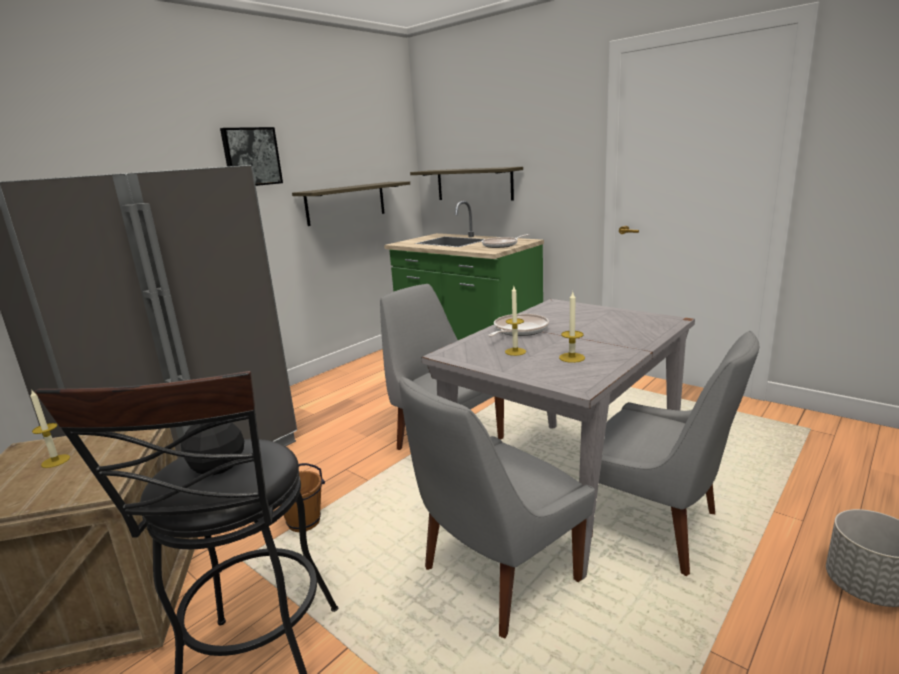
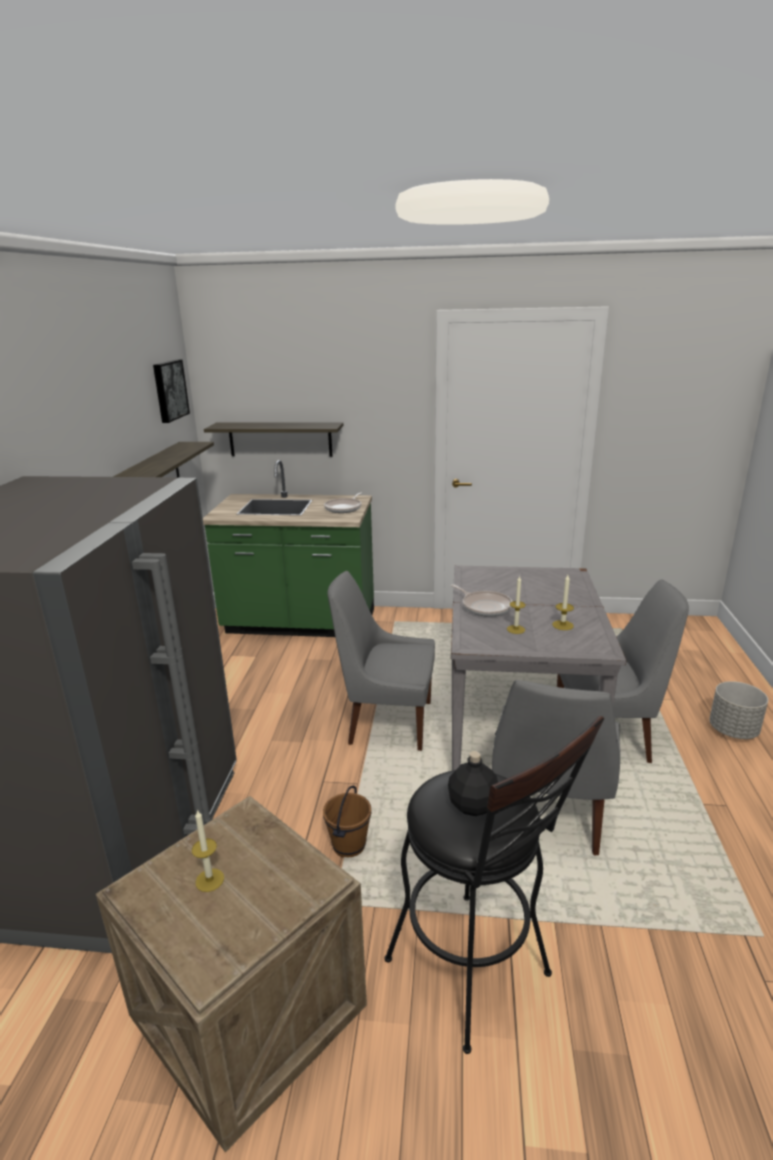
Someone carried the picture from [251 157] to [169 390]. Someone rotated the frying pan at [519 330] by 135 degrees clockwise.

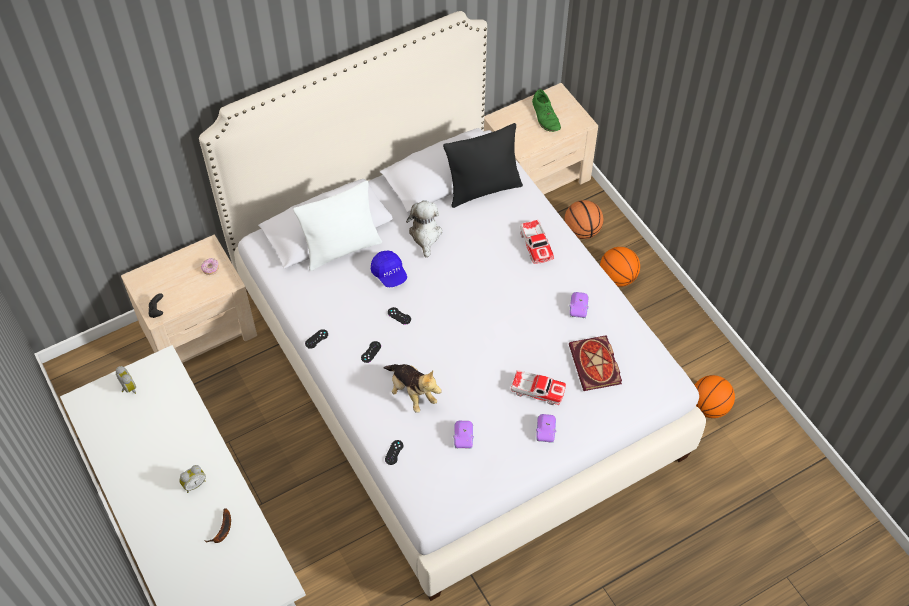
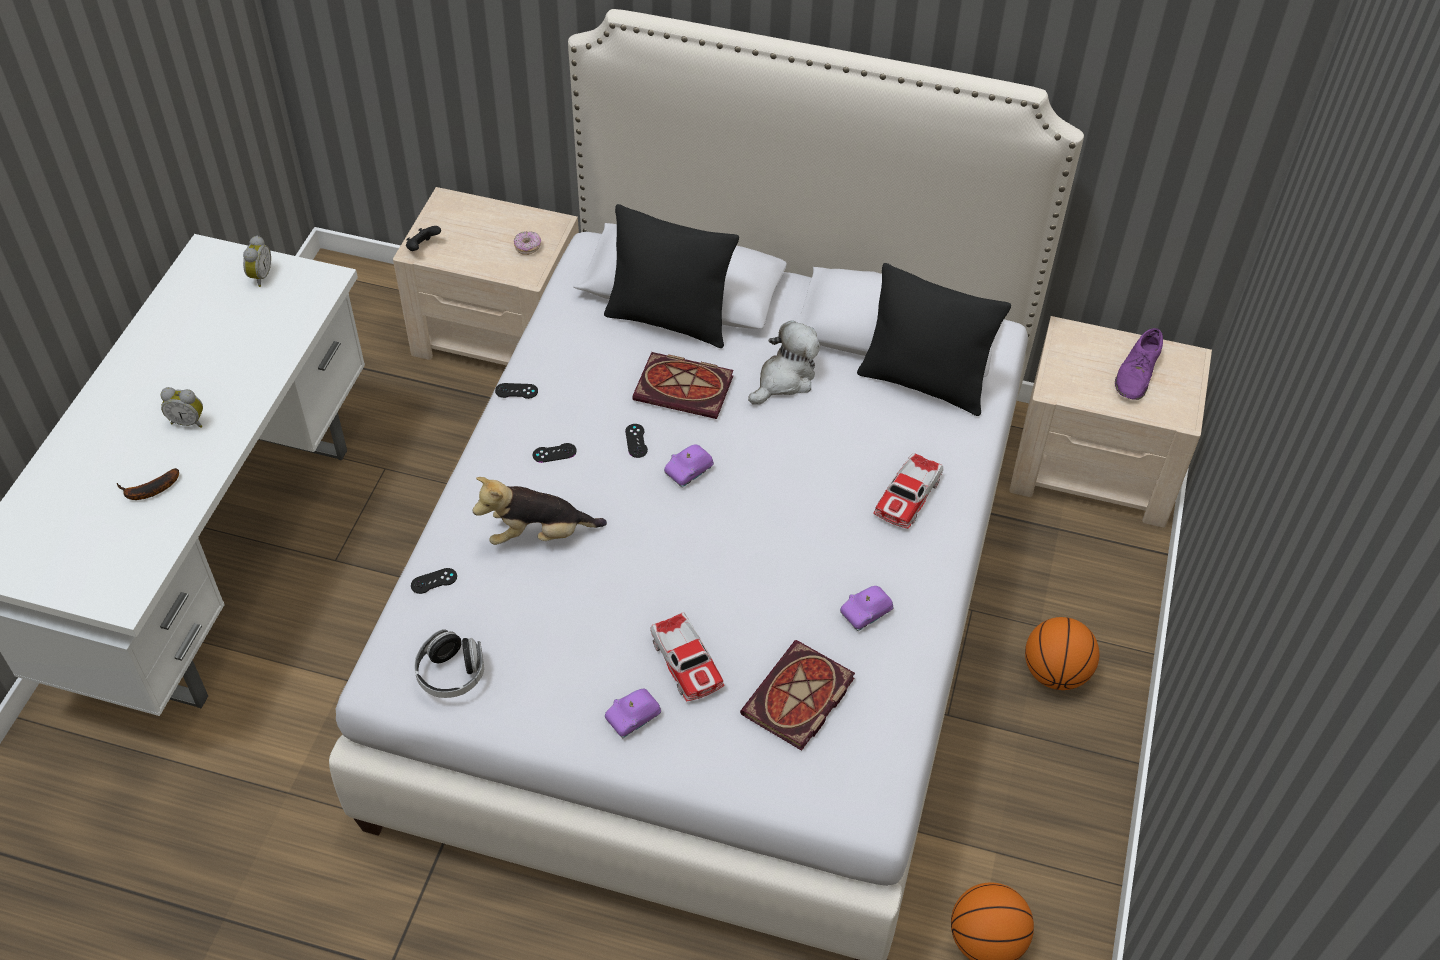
Someone repainted the white pillow at [342 249], which became the black pillow at [669 320]. Someone swapped the blue cap at [389 274] for the book at [686 388]. Someone rotated the plush toy at [411 392] by 75 degrees clockwise. Someone carried the purple toy car from [464 437] to [689 471]. Someone repainted the green shoe at [545 116], which became the purple shoe at [1137 373]. Someone took away the basketball at [582 231]. Someone put down the headphones at [451 674].

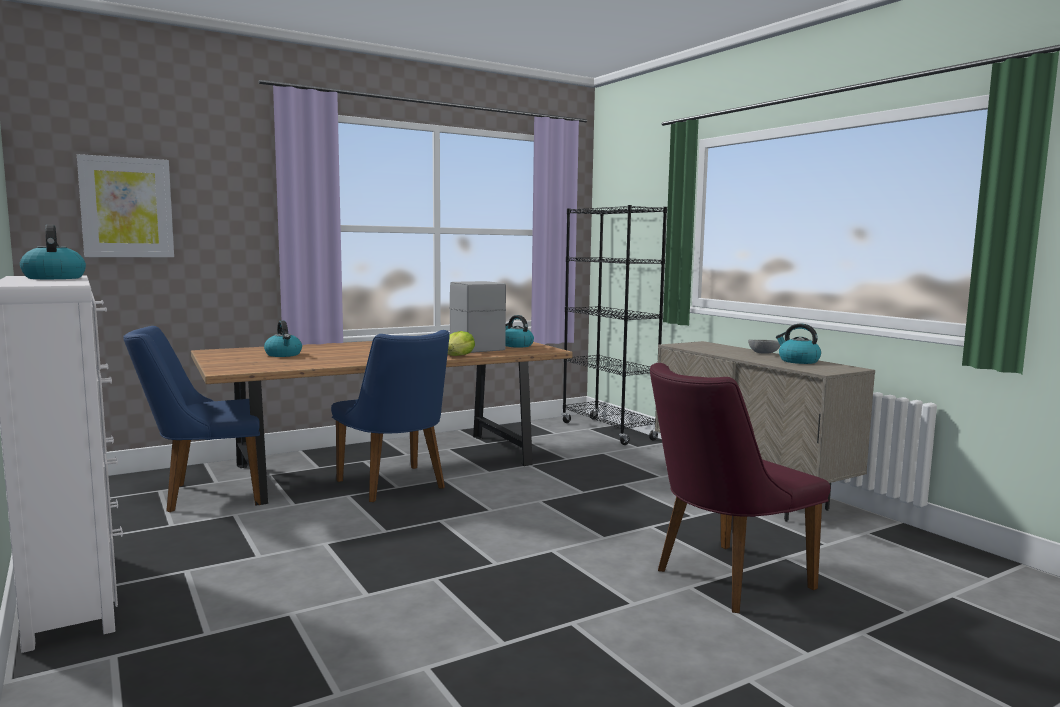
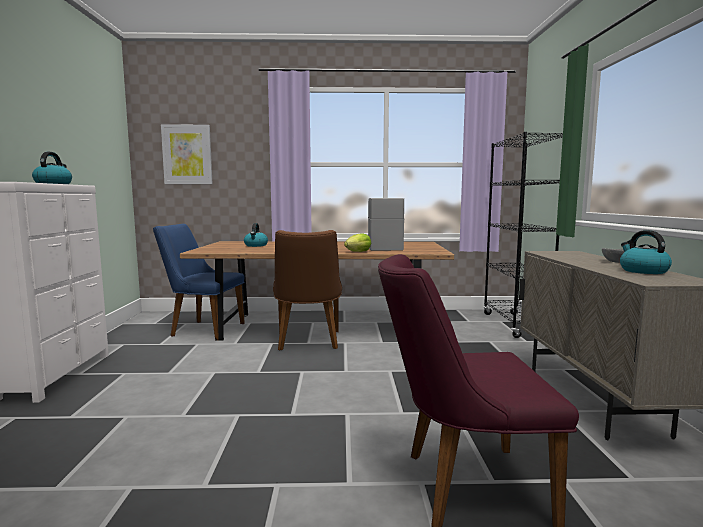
Someone repainted the blue chair at [396 486], which became the brown chair at [308 342]. Someone took away the kettle at [517 345].

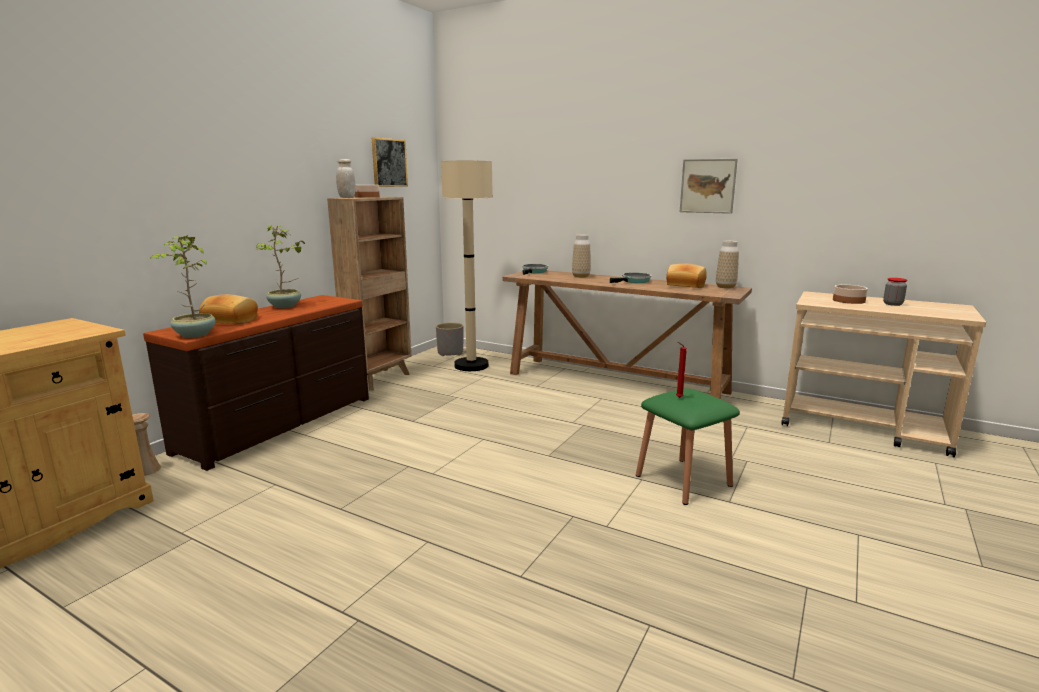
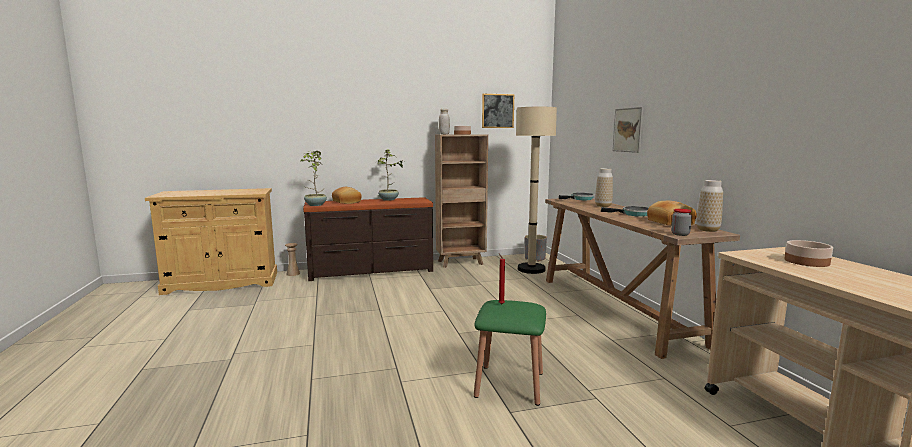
Someone carried the picture from [707 186] to [628 130]. Someone carried the jar from [892 304] to [680 234].

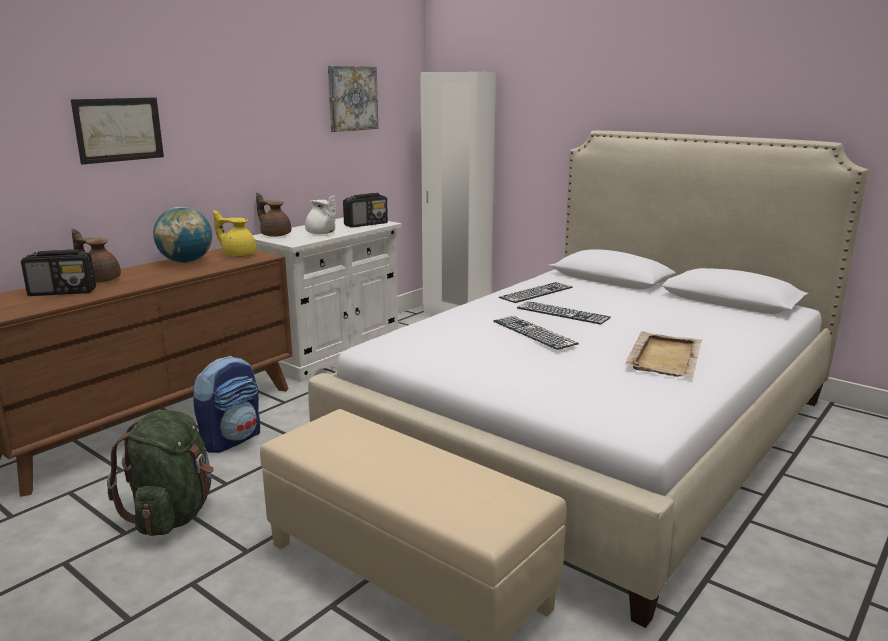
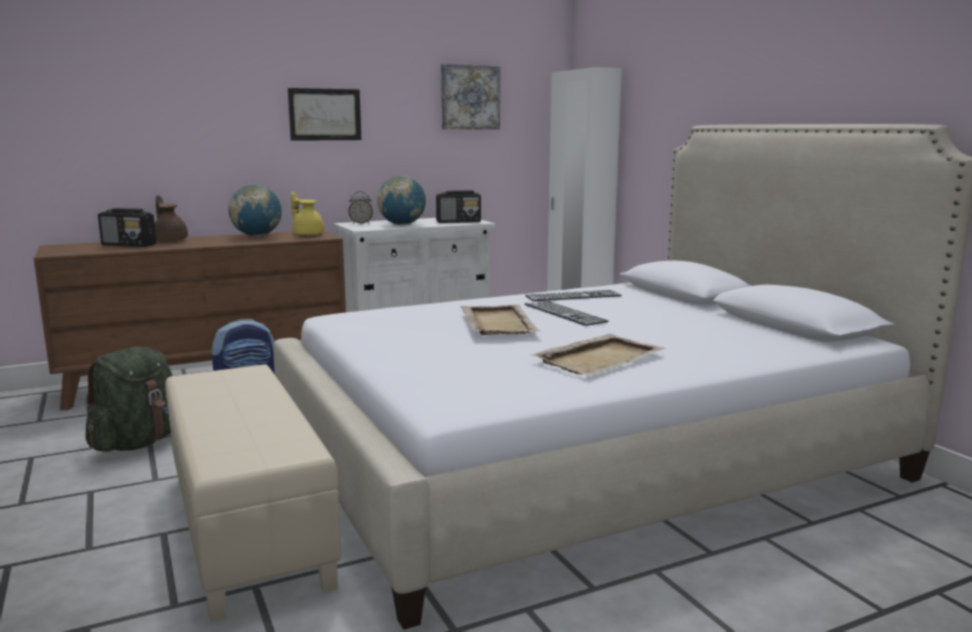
Someone carried the picture from [119 129] to [325 114]. Someone swapped the brown teapot at [275 235] for the alarm clock at [361 223]. Someone swapped the white teapot at [321 233] for the globe at [402 225]. Someone swapped the keyboard at [533 332] for the beige tray at [498 322].

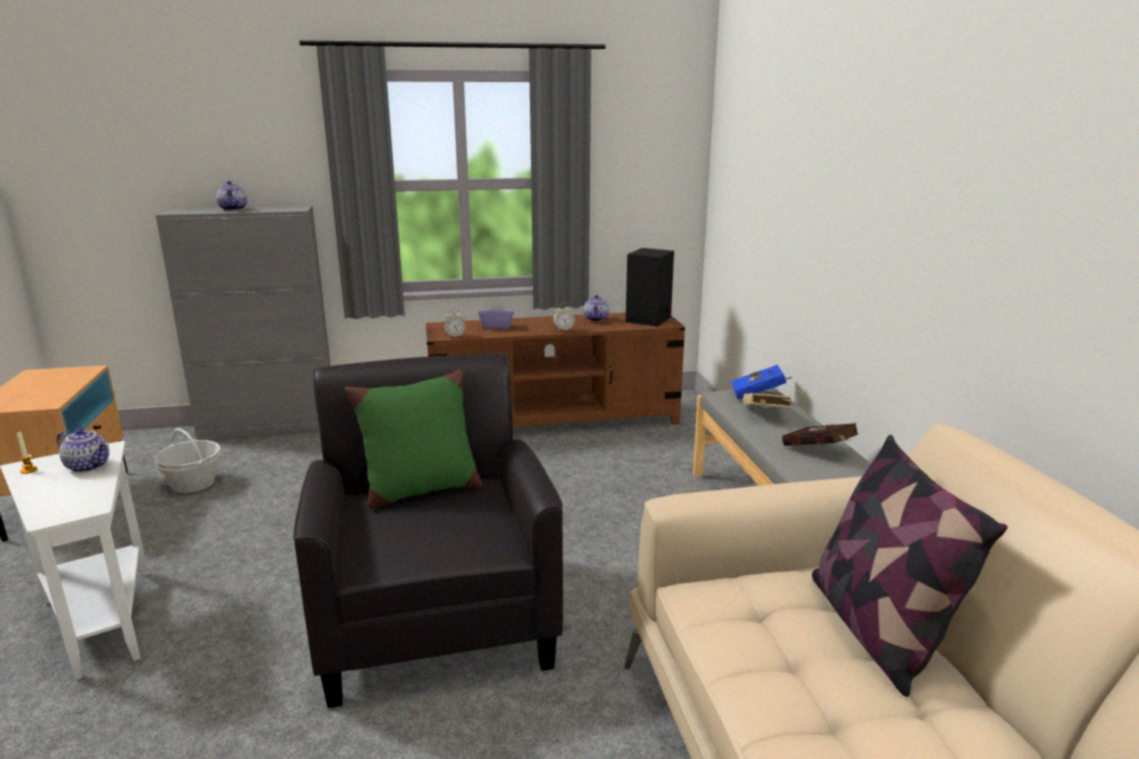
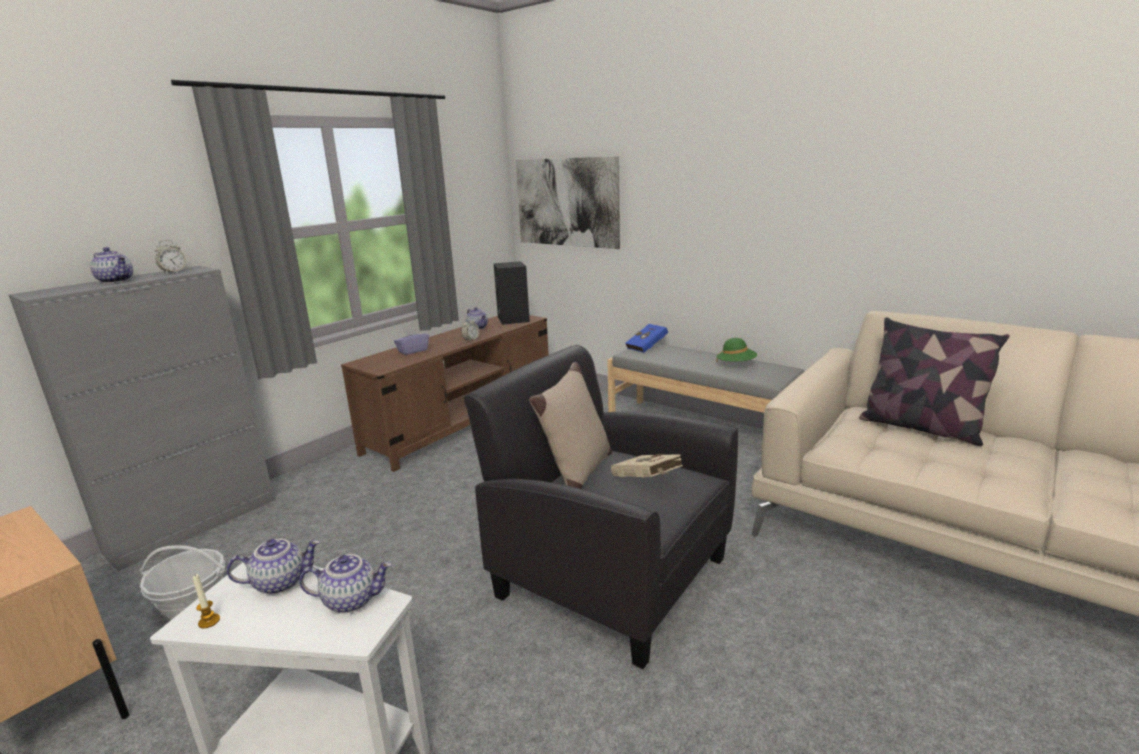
Someone repainted the green pillow at [420 490], which became the beige pillow at [577 473]. Someone carried the alarm clock from [455 336] to [173 272]. Someone carried the beige book from [764 416] to [647 482]. Someone swapped the red book at [819 452] for the green hat at [736 364]. Someone put down the teapot at [352 600]. Someone put up the picture at [566 202].

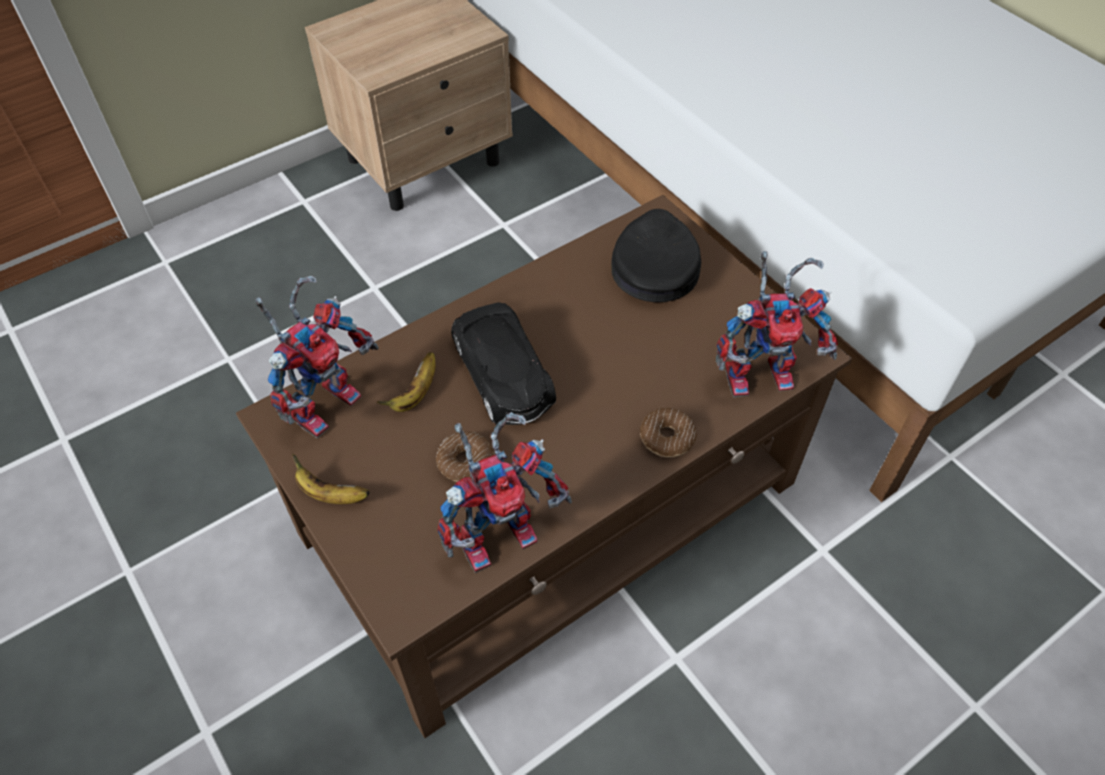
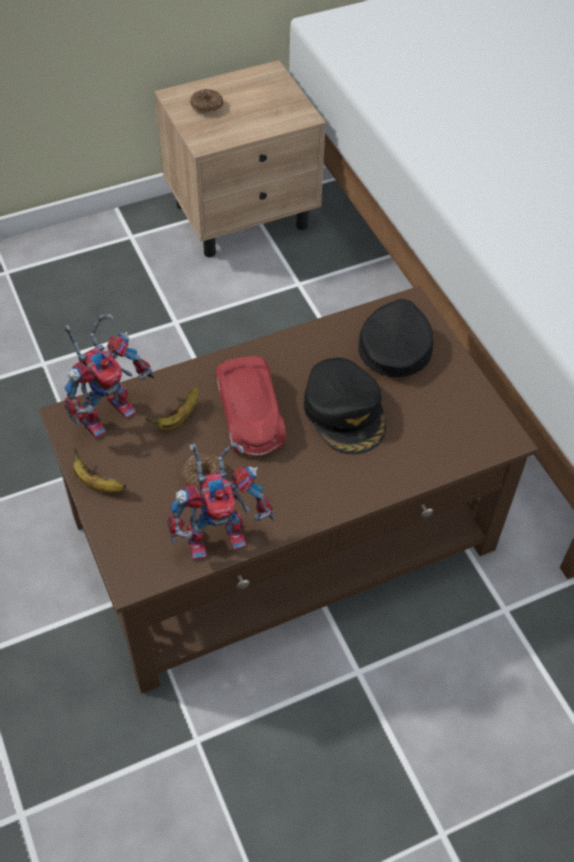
Someone repainted the black toy car at [503 375], which became the red toy car at [250 414]. Someone carried the donut from [667 438] to [206 106]. Someone took away the toy robot at [763 372]. Someone put down the black cap at [345 412].

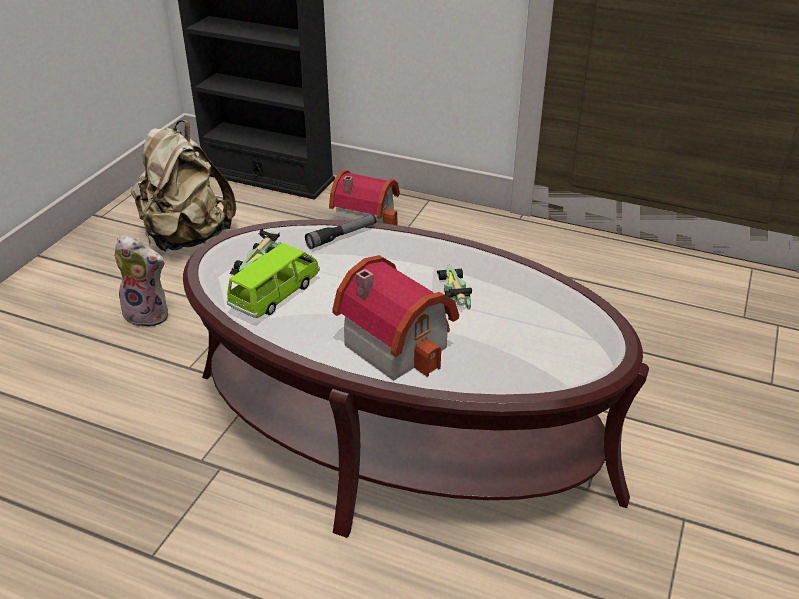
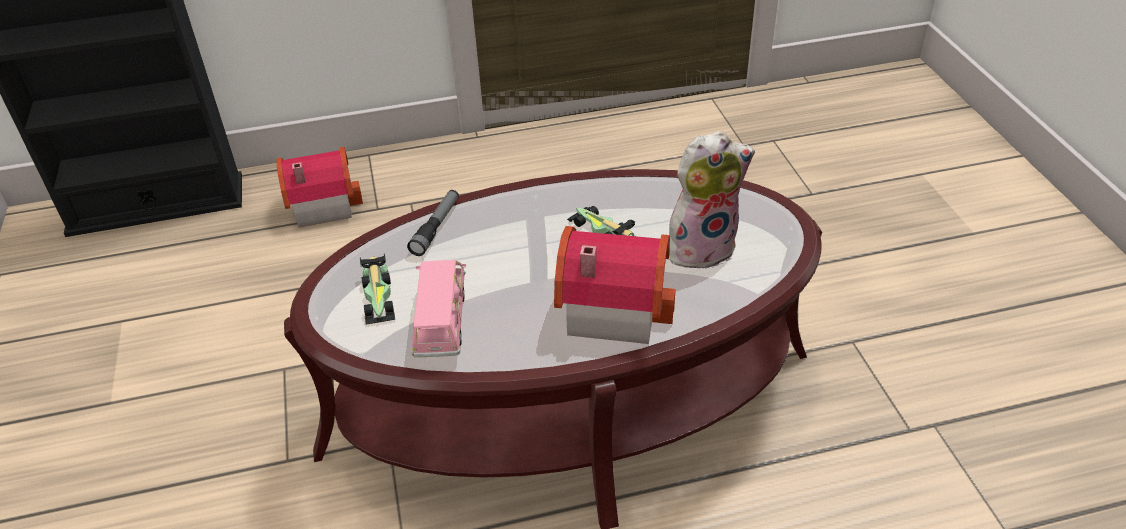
Someone carried the plush toy from [149 314] to [701 247]. Someone took away the beige backpack at [186 238]. Someone repainted the green toy car at [275 295], which became the pink toy car at [441 321].

